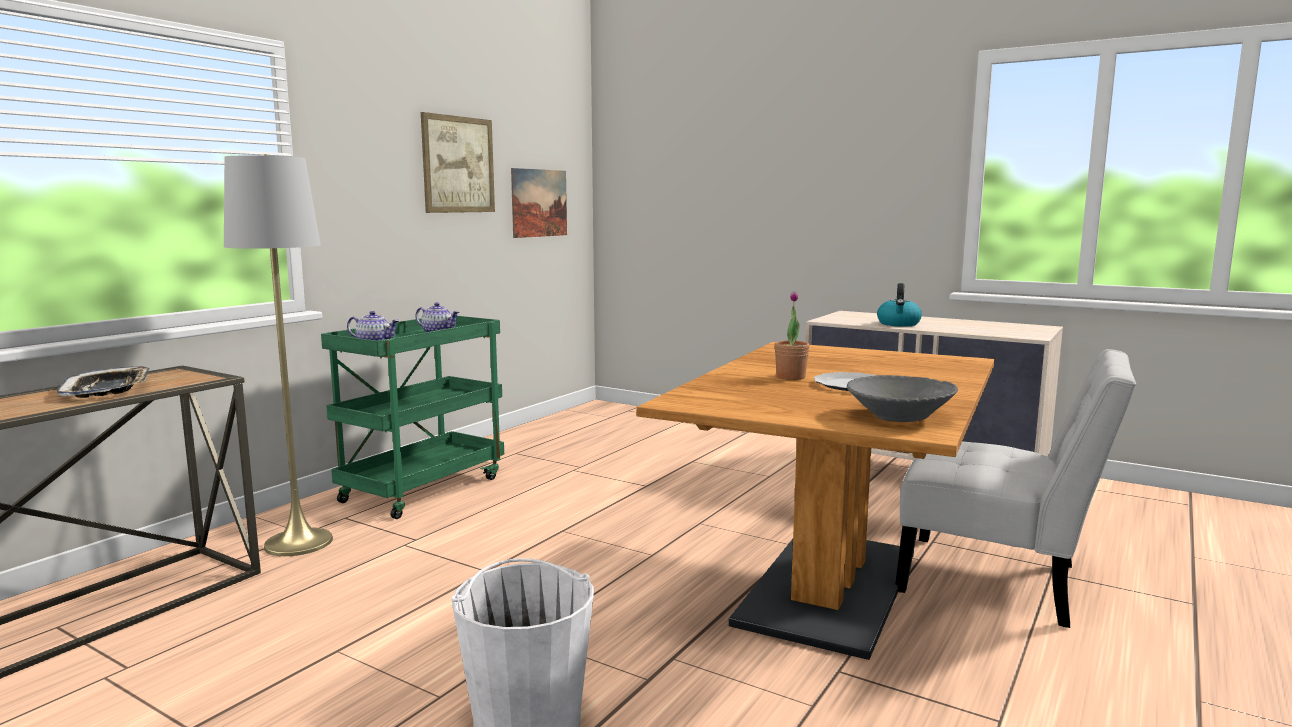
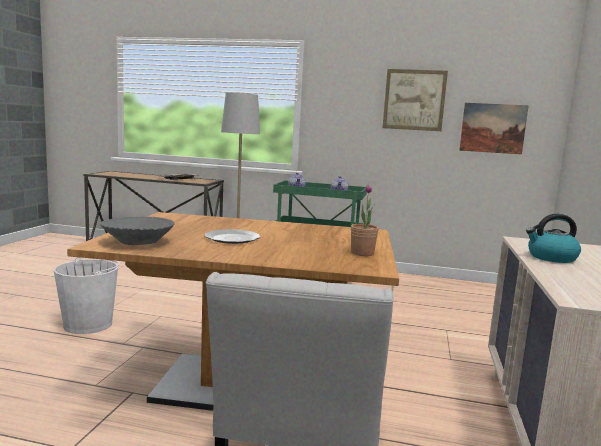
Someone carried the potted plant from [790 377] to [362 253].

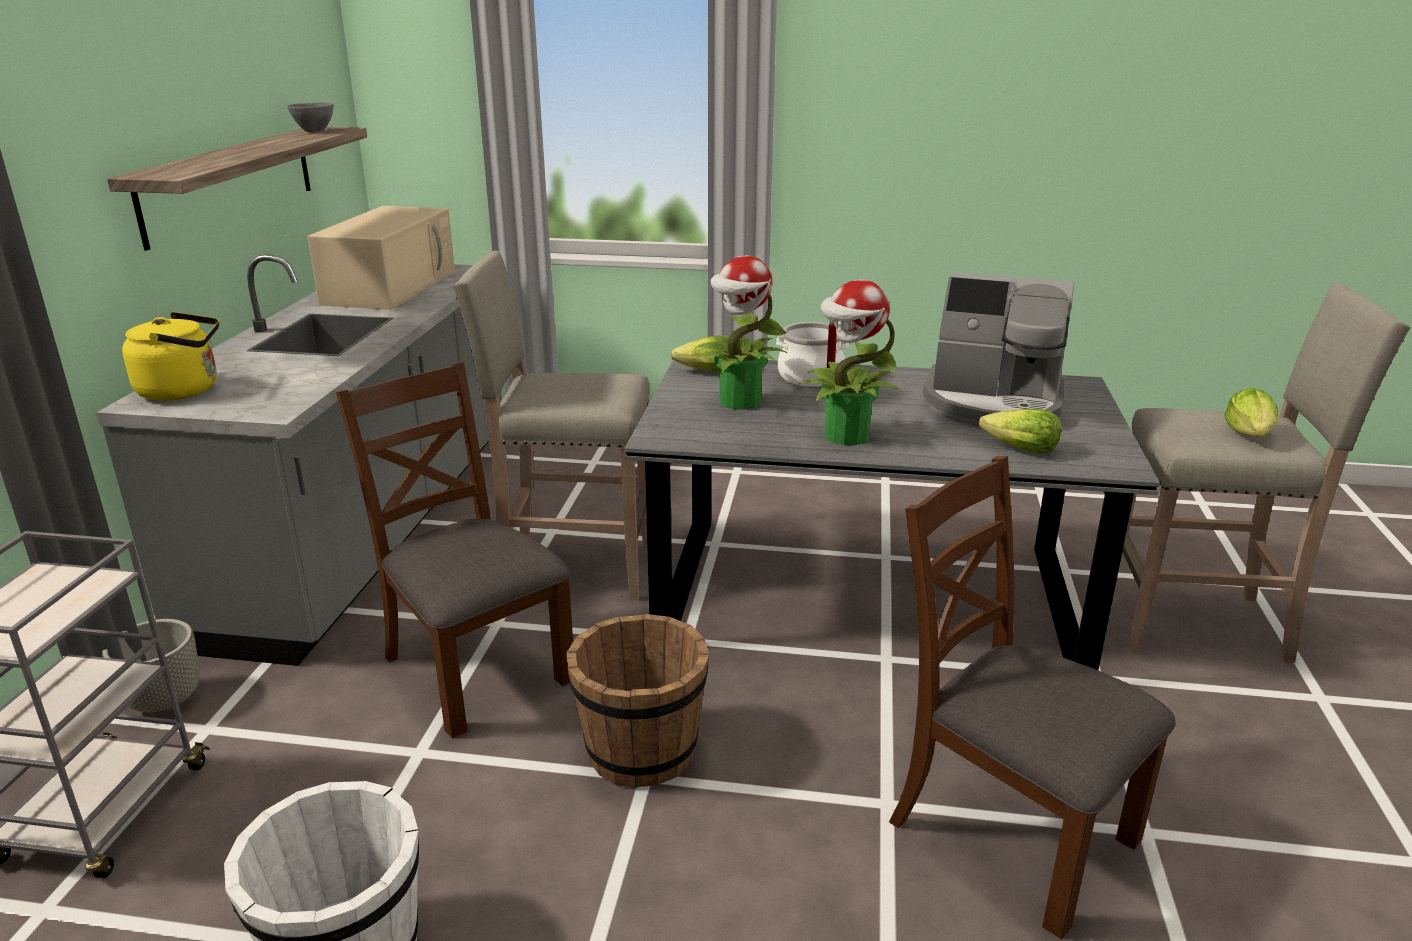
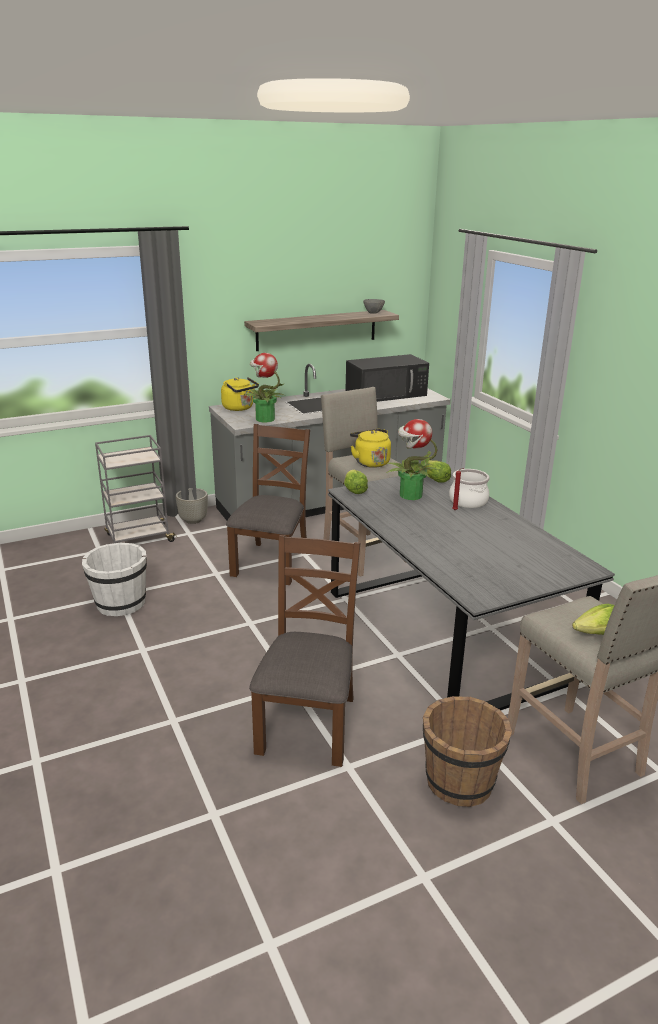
Someone repainted the beige microwave at [391 286], which became the black microwave at [387 394]. Someone carried the brown bucket from [641 751] to [460 781]. Someone carried the potted plant from [845 436] to [264 419]. Someone took away the coffee machine at [993 405]. Someone carried the lettuce from [1020 449] to [354 490]. Someone put down the yellow kettle at [370 462].

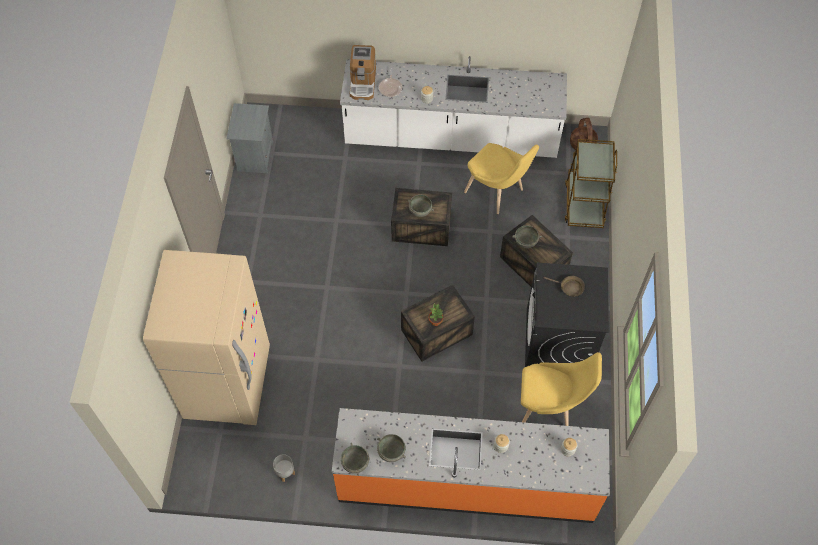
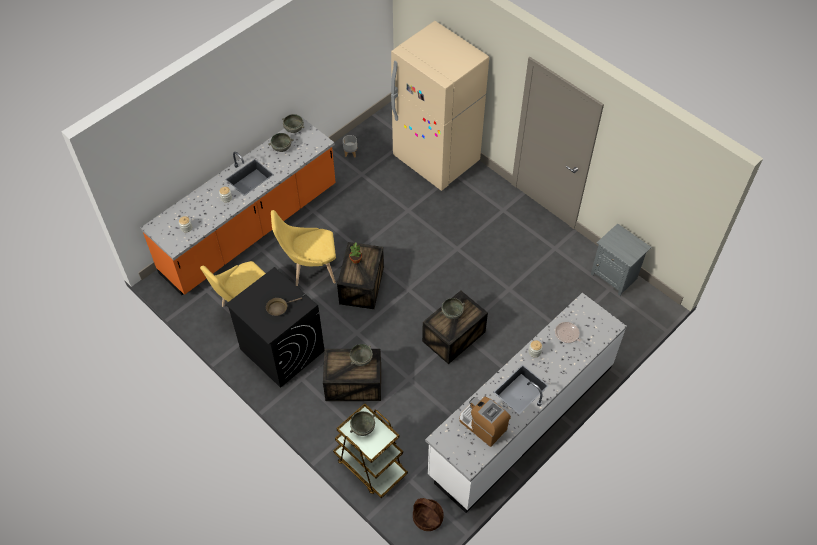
Someone carried the coffee machine from [363 83] to [482 425]. Someone carried the yellow chair from [497 193] to [310 269]. Someone put down the grey bowl at [362 427].

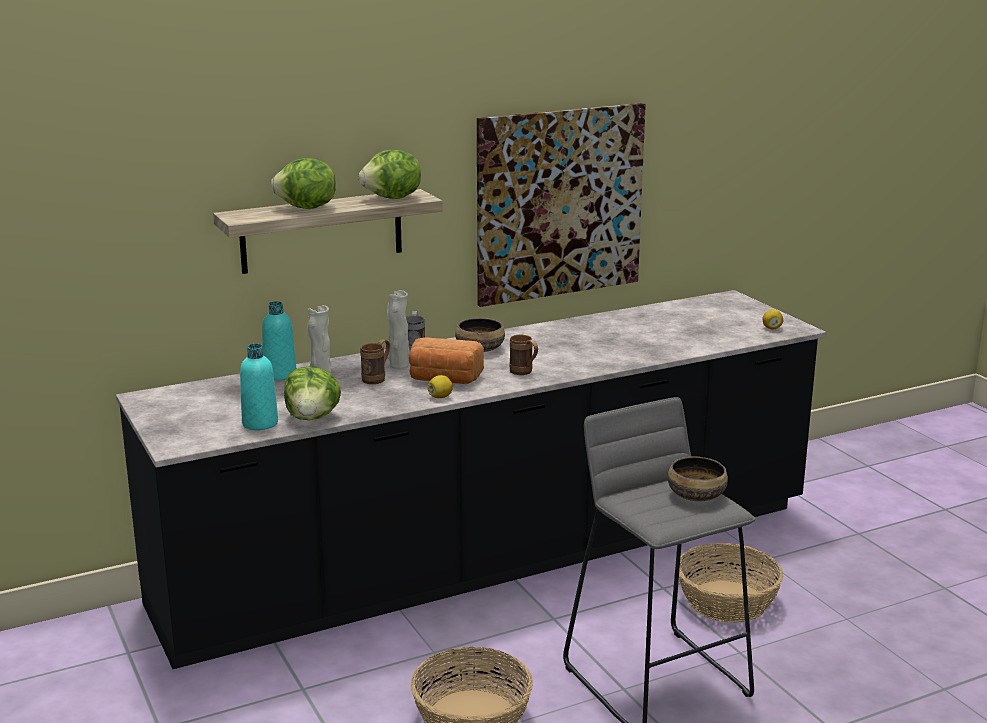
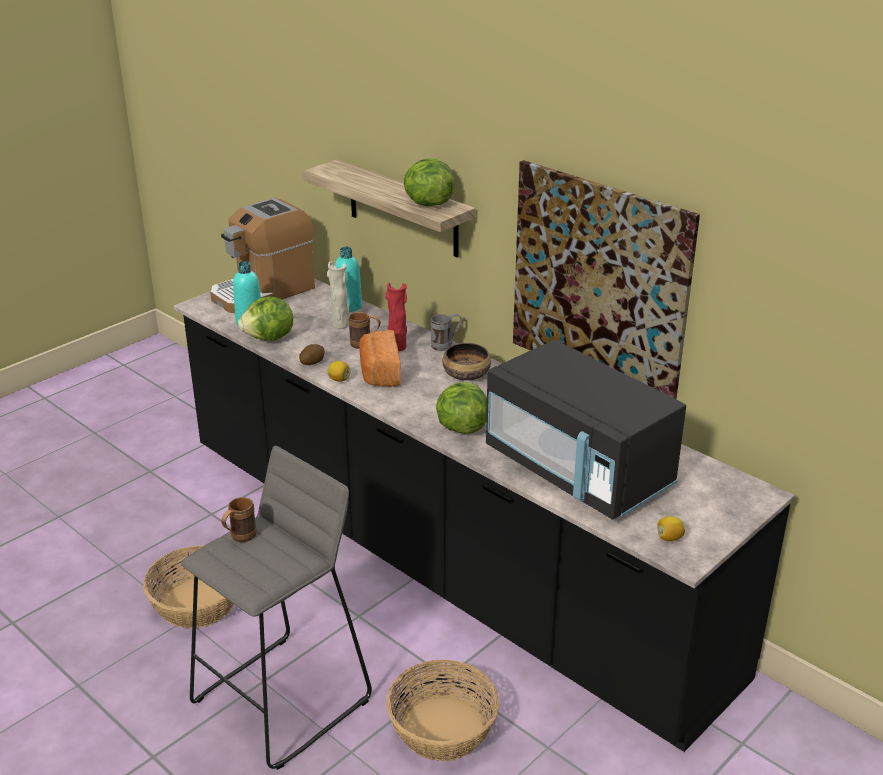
Someone carried the lettuce from [306 208] to [461 427]. Someone repainted the beige vase at [398 366], which became the red vase at [398 347]. Someone carried the brown mug from [524 373] to [239 538]. Someone took away the bowl at [696 494]. Someone put down the coffee machine at [263 292]. Someone put down the potato at [312 362]. Someone put down the black microwave at [578 471].

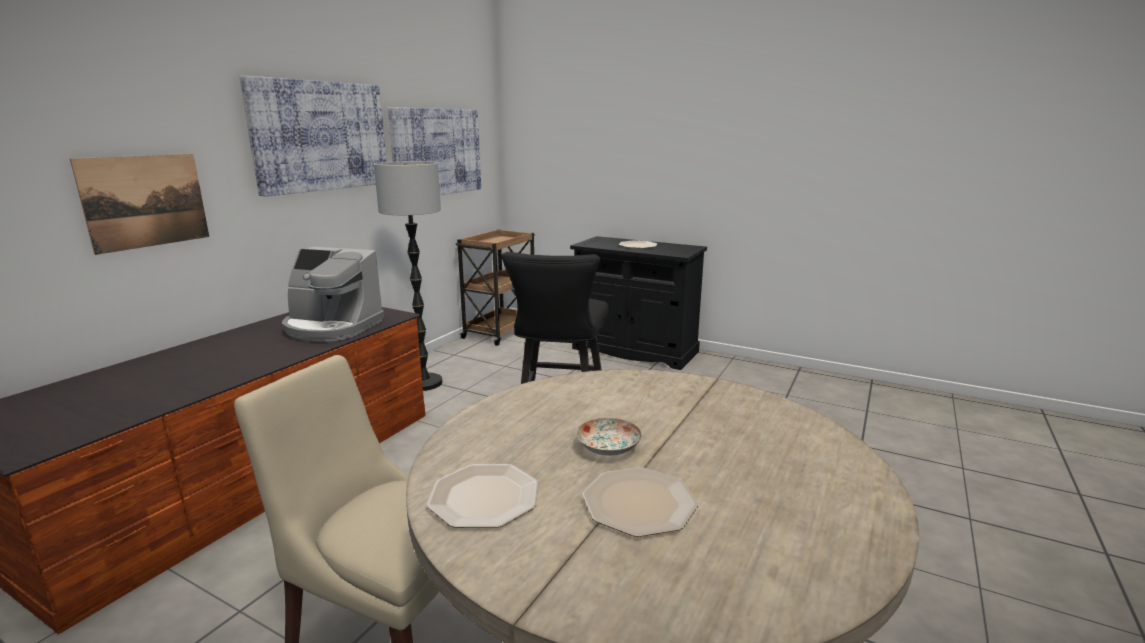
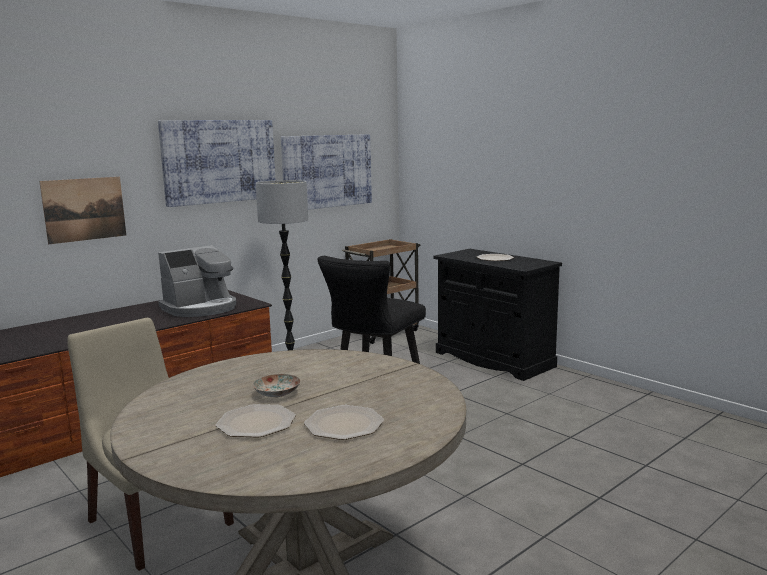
Someone rotated the coffee machine at [332 327] by 75 degrees counterclockwise. Someone carried the plate from [483 496] to [344 424].

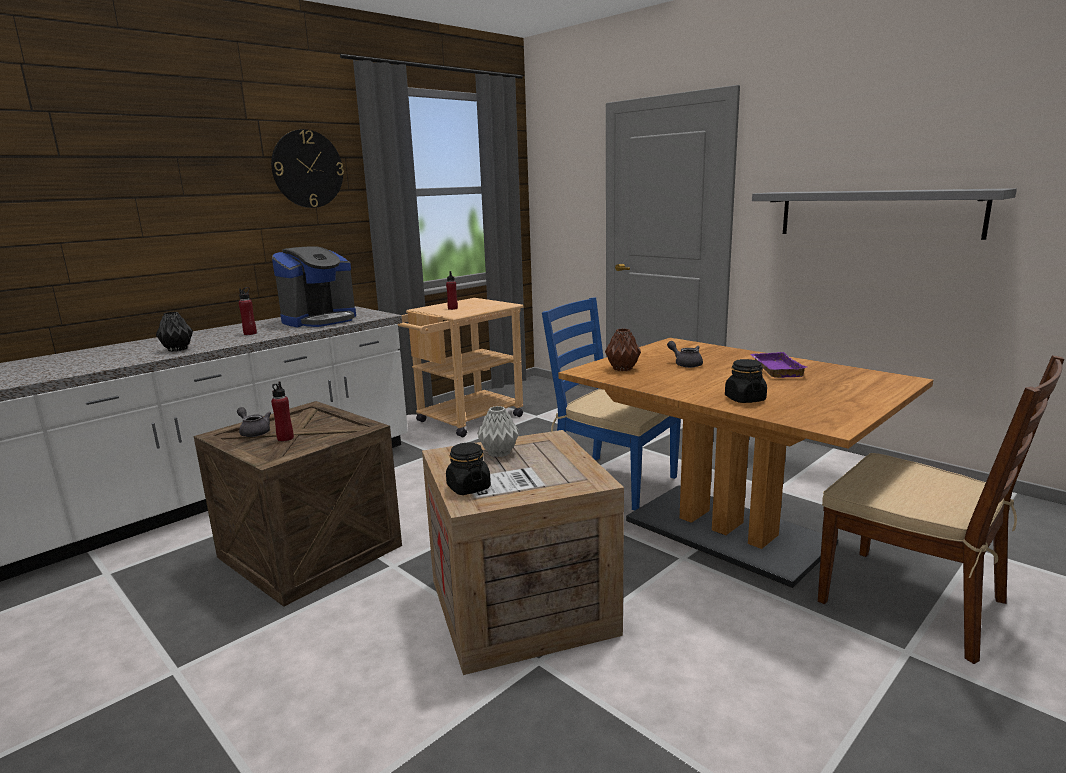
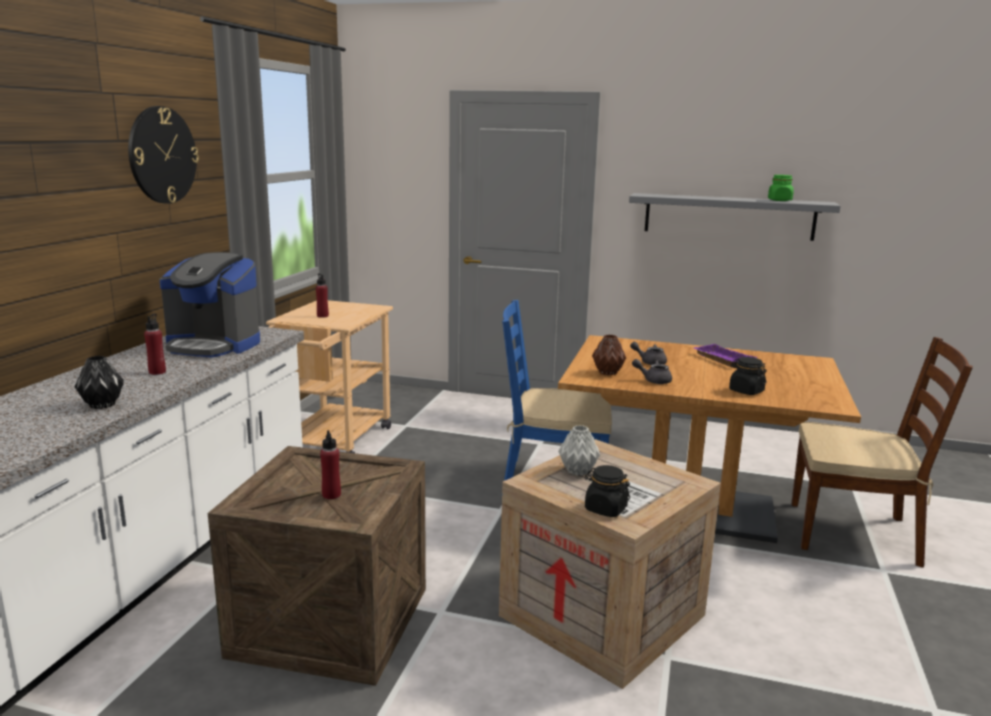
Someone carried the grey teapot from [254 432] to [653 380]. Someone rotated the coffee machine at [320 320] by 90 degrees clockwise. Someone put down the green jar at [779 200].

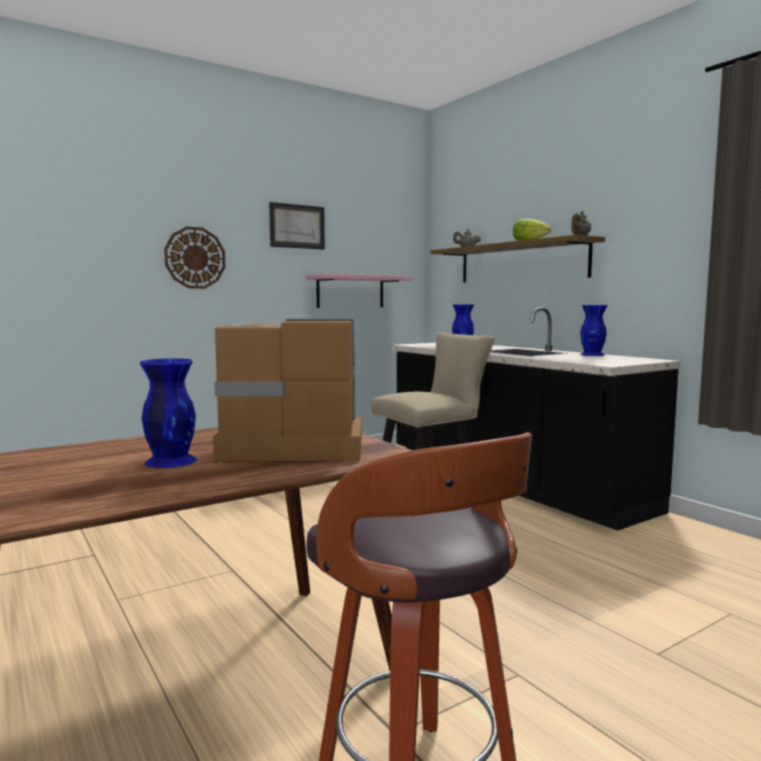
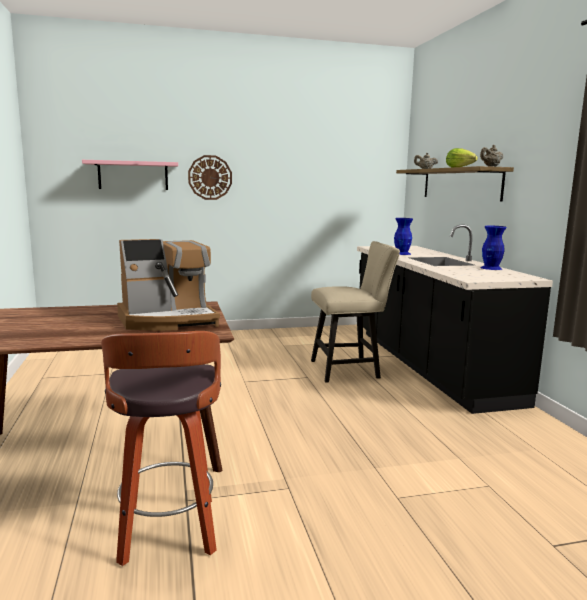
Someone took away the blue vase at [170 461]. Someone rotated the coffee machine at [291 445] by 135 degrees clockwise. Someone took away the picture at [297 226]. Someone carried the pink shelf from [350 292] to [133 175].

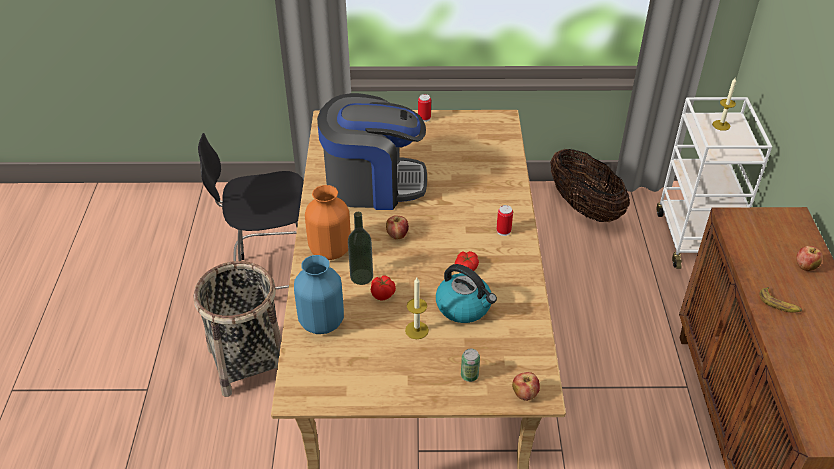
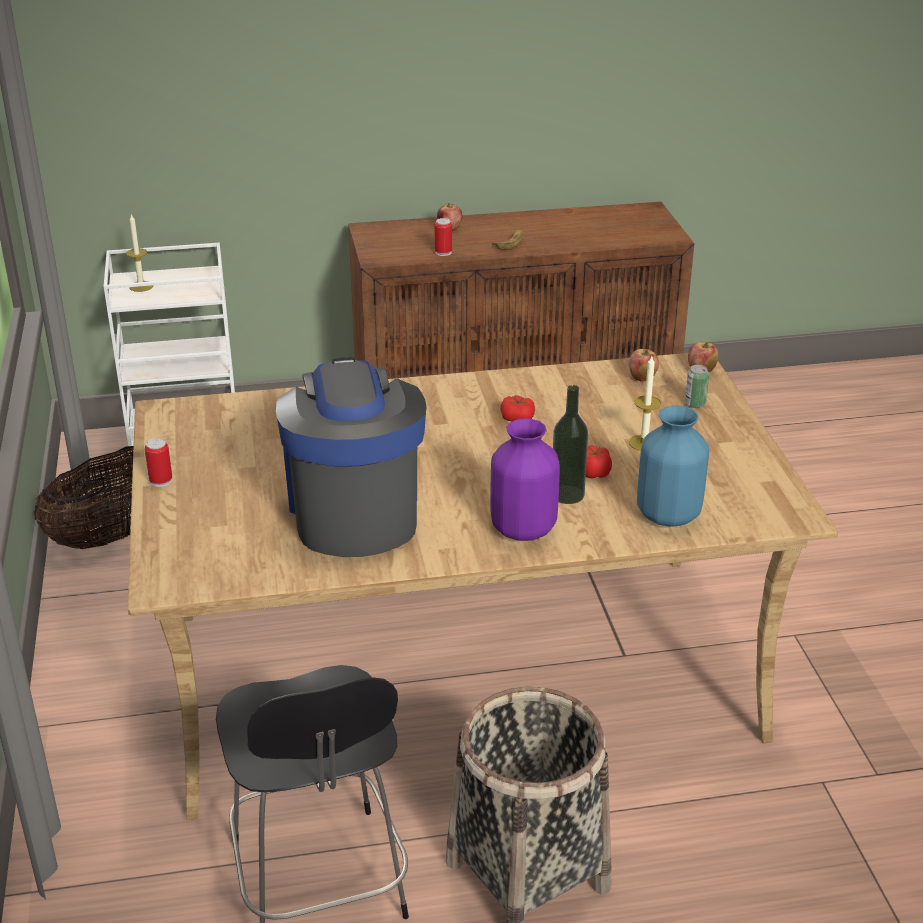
Someone repainted the orange vase at [329 250], which became the purple vase at [524 529]. Someone carried the apple from [397 235] to [642 378]. Someone took away the kettle at [464 307]. Someone carried the can from [503 231] to [443 252].

